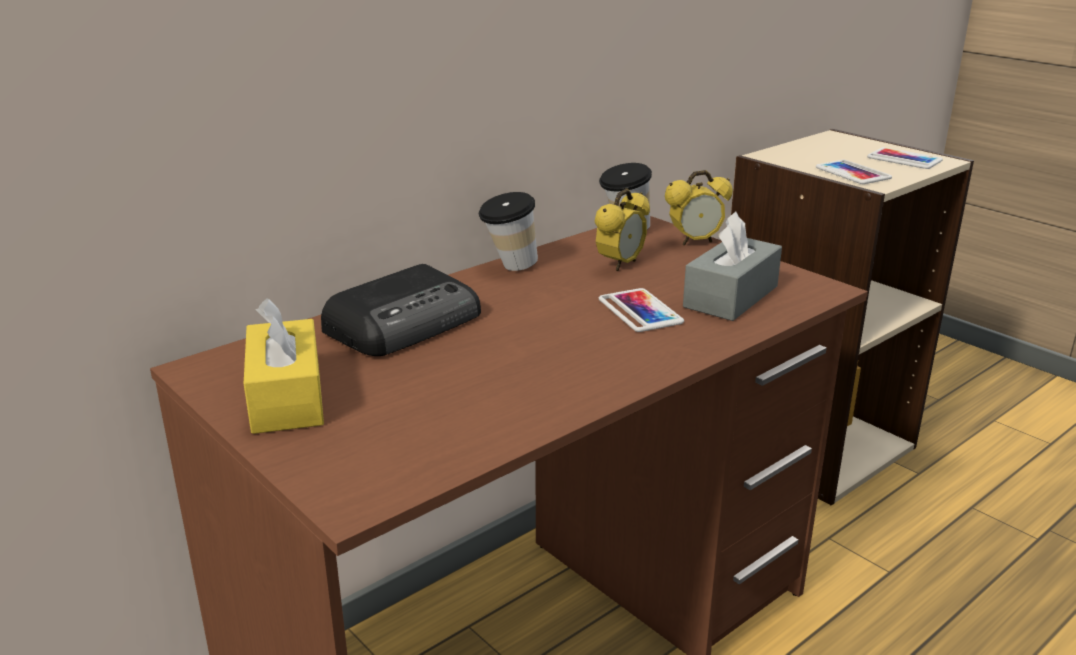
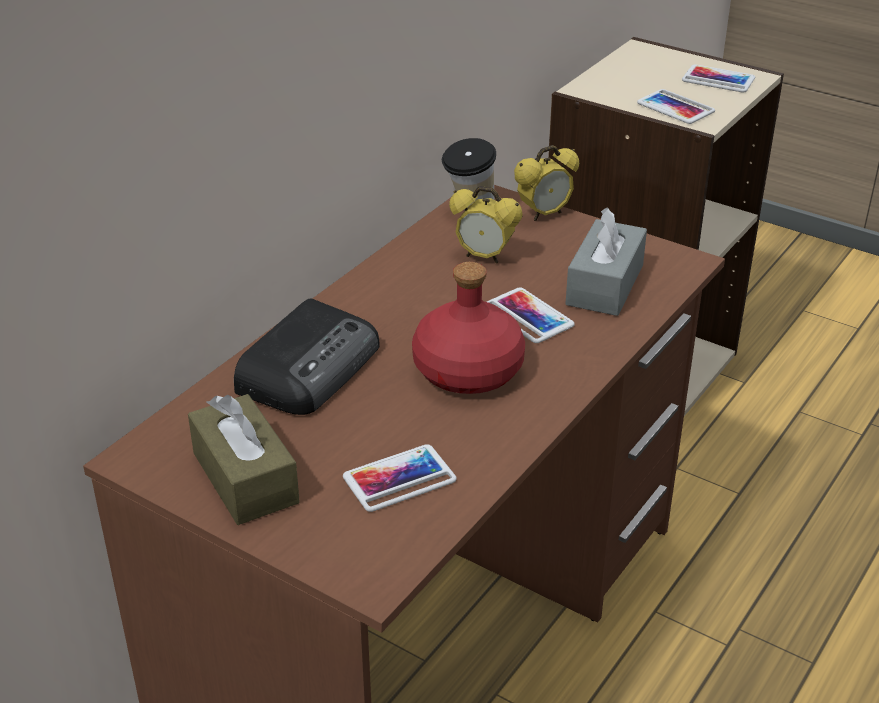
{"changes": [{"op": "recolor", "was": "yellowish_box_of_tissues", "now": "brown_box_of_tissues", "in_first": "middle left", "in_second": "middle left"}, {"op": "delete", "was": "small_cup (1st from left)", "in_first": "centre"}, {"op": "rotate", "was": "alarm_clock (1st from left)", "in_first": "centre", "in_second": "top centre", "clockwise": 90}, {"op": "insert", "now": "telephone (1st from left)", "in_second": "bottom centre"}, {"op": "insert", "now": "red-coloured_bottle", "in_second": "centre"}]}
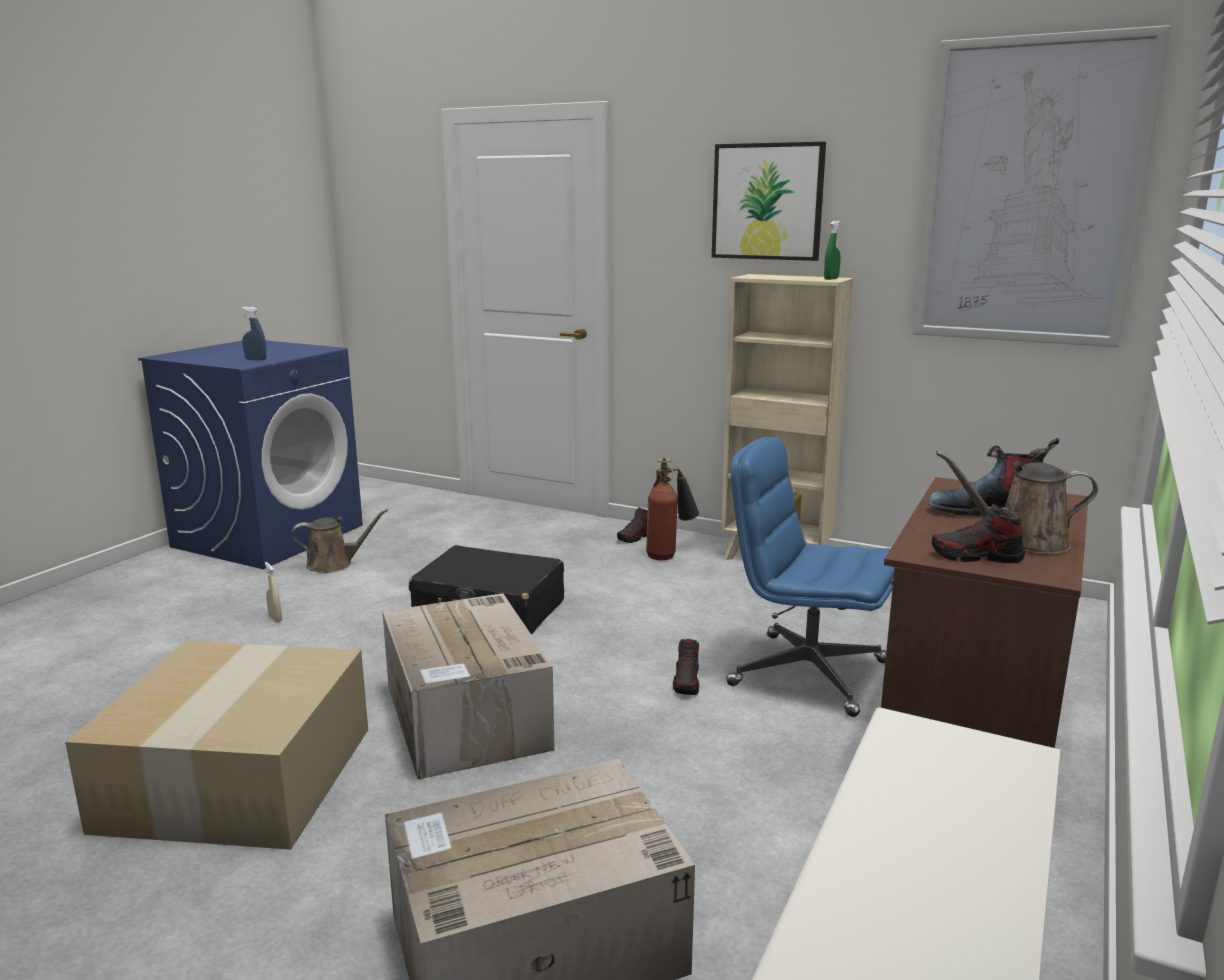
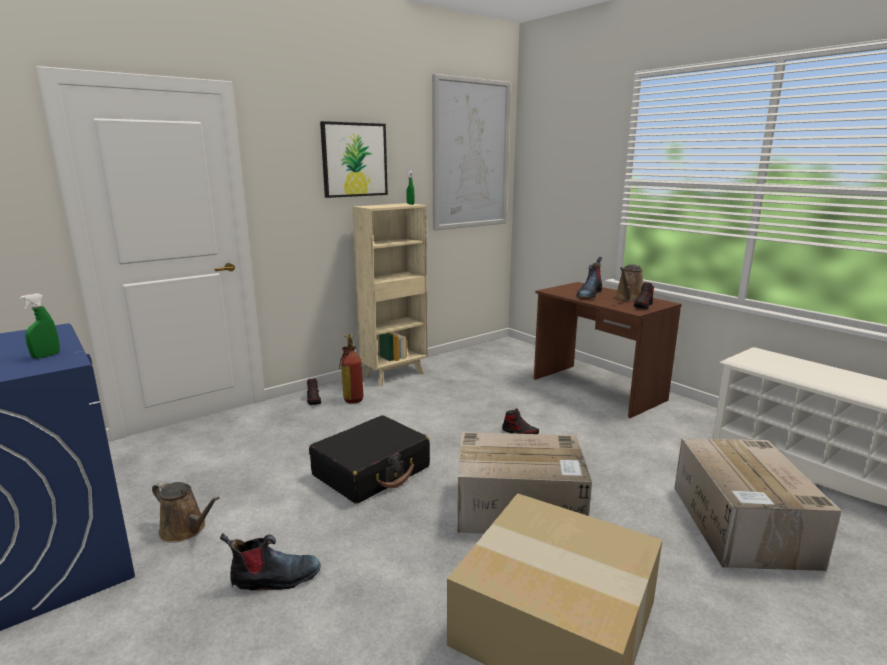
{"changes": [{"op": "recolor", "was": "blue_sprayer", "now": "green_sprayer (1st from left)", "in_first": "middle left", "in_second": "middle left"}, {"op": "replace", "was": "beige_sprayer", "now": "high-top_boot (1st from left)", "in_first": "middle left", "in_second": "bottom left"}, {"op": "rotate", "was": "brown_sprinkling_can (1st from left)", "in_first": "middle left", "in_second": "bottom left", "clockwise": 105}, {"op": "delete", "was": "blue_computer_chair", "in_first": "centre"}]}
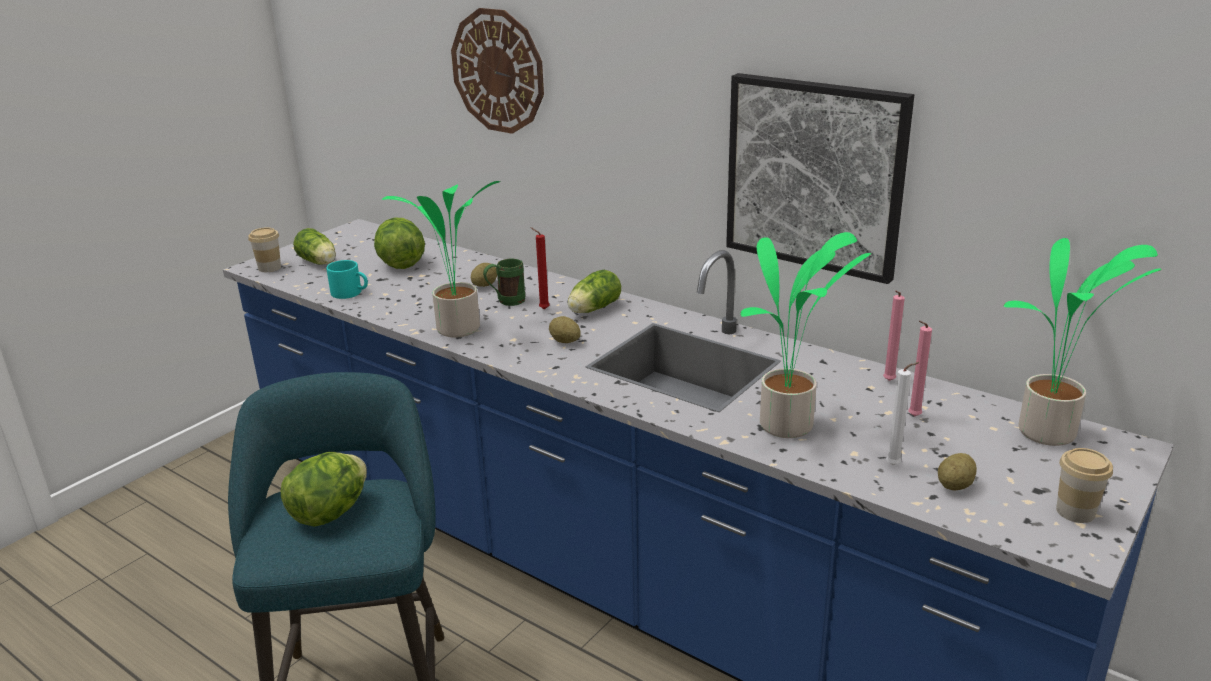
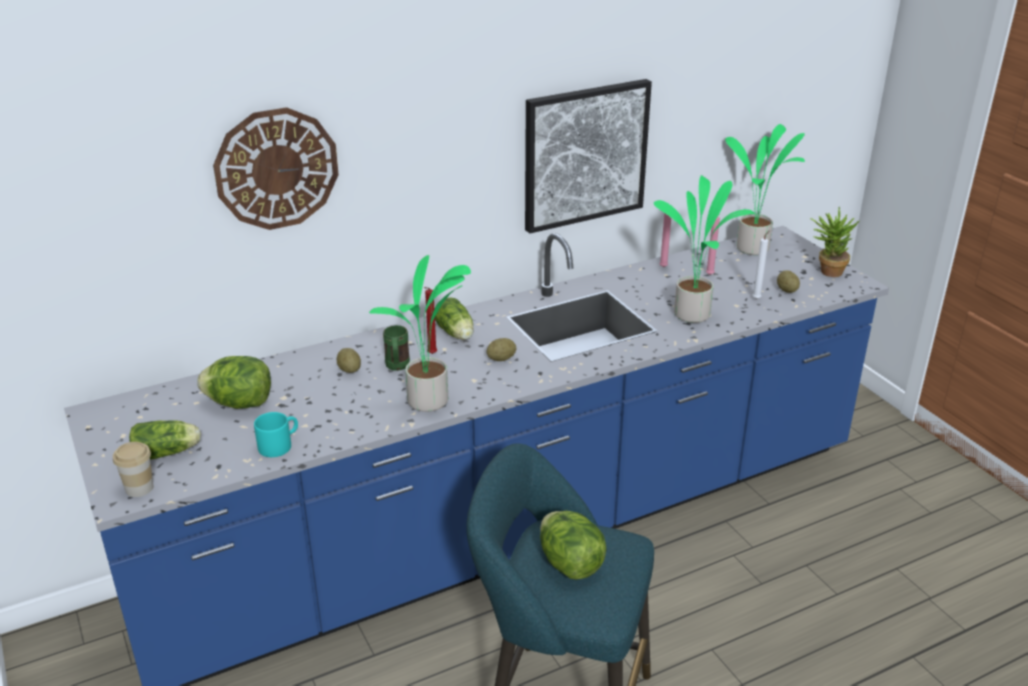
{"changes": [{"op": "replace", "was": "small_cup (2nd from left)", "now": "potted_plant (4th from left)", "in_first": "bottom right", "in_second": "middle right"}]}
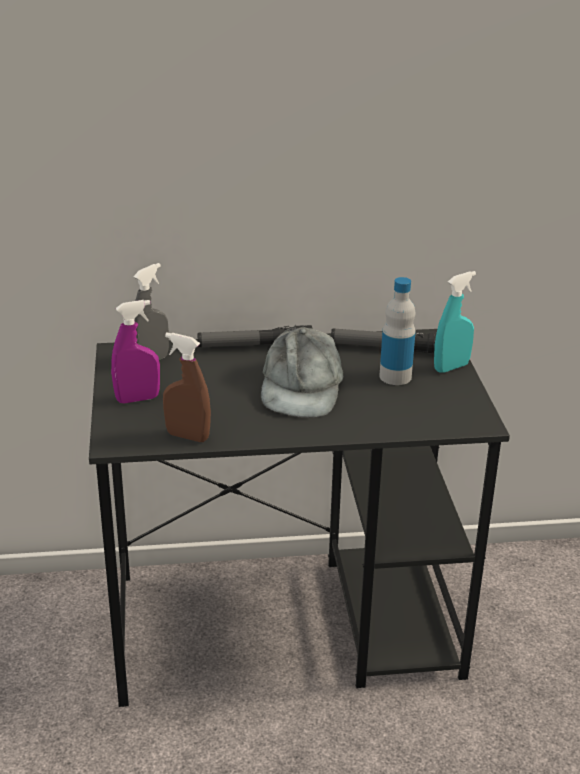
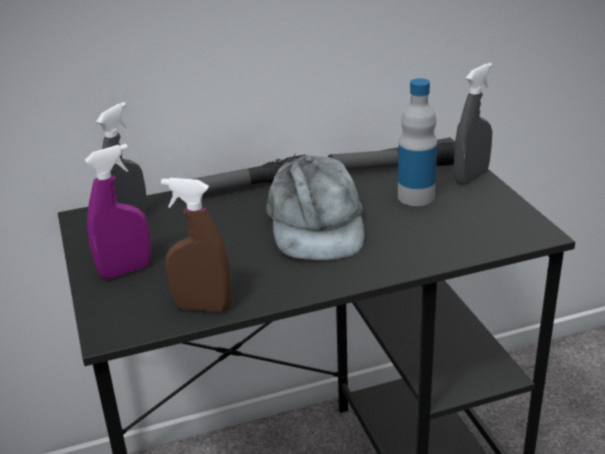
{"changes": [{"op": "recolor", "was": "turquoise-coloured_sprayer", "now": "grey_sprayer (2nd from left)", "in_first": "middle right", "in_second": "top right"}]}
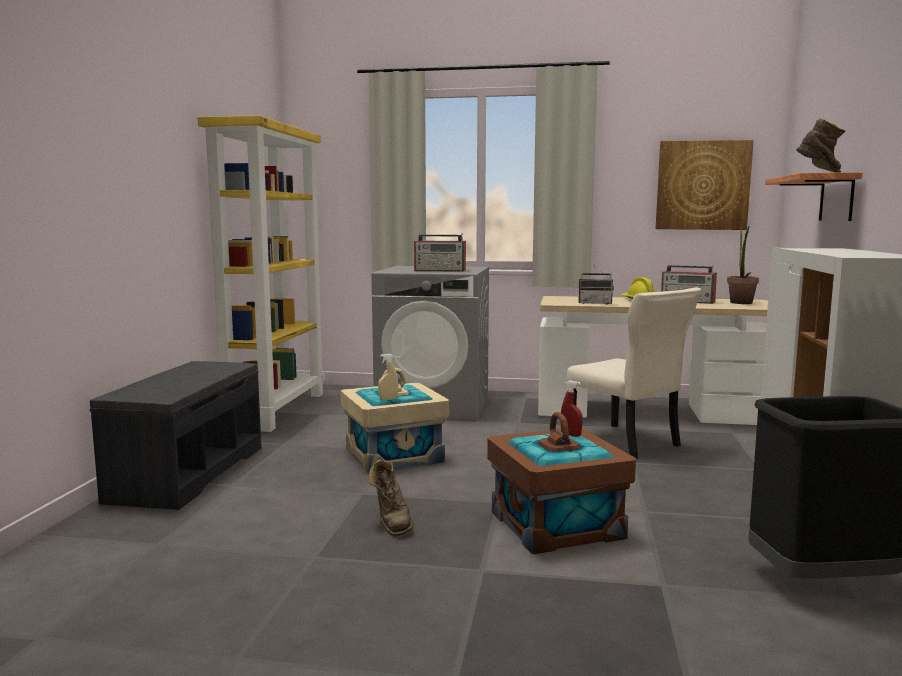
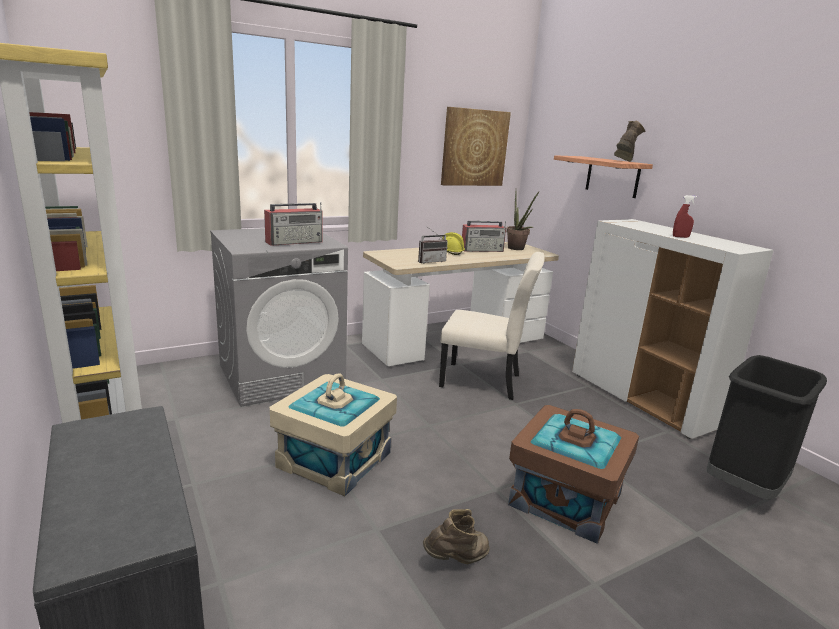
{"changes": [{"op": "rotate", "was": "brown_high-top_boot (1st from left)", "in_first": "bottom centre", "in_second": "bottom centre", "clockwise": -60}, {"op": "delete", "was": "beige_sprayer", "in_first": "centre"}, {"op": "move", "was": "red-coloured_sprayer", "in_first": "centre", "in_second": "middle right"}]}
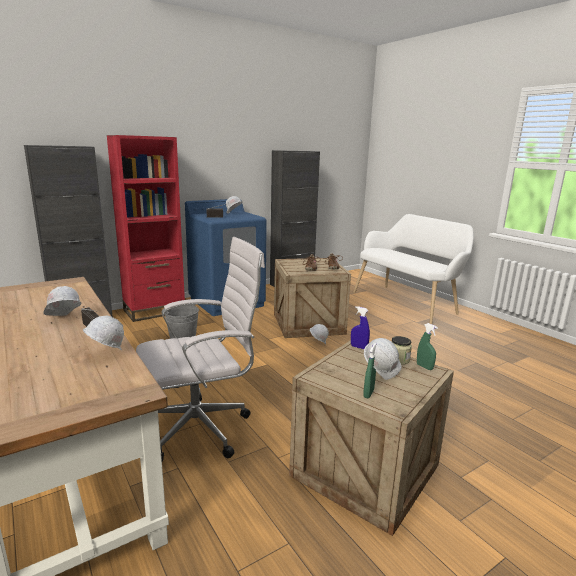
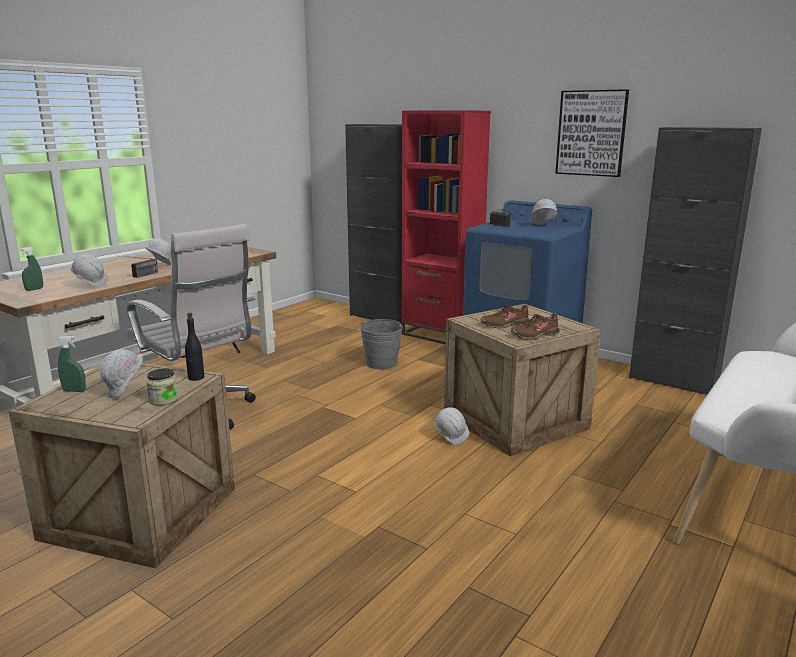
{"changes": [{"op": "replace", "was": "blue_sprayer", "now": "black_bottle", "in_first": "centre", "in_second": "middle left"}, {"op": "move", "was": "green_sprayer (2nd from left in the first image)", "now": "green_sprayer (1st from left)", "in_first": "middle right", "in_second": "middle left"}, {"op": "insert", "now": "picture", "in_second": "top right"}]}
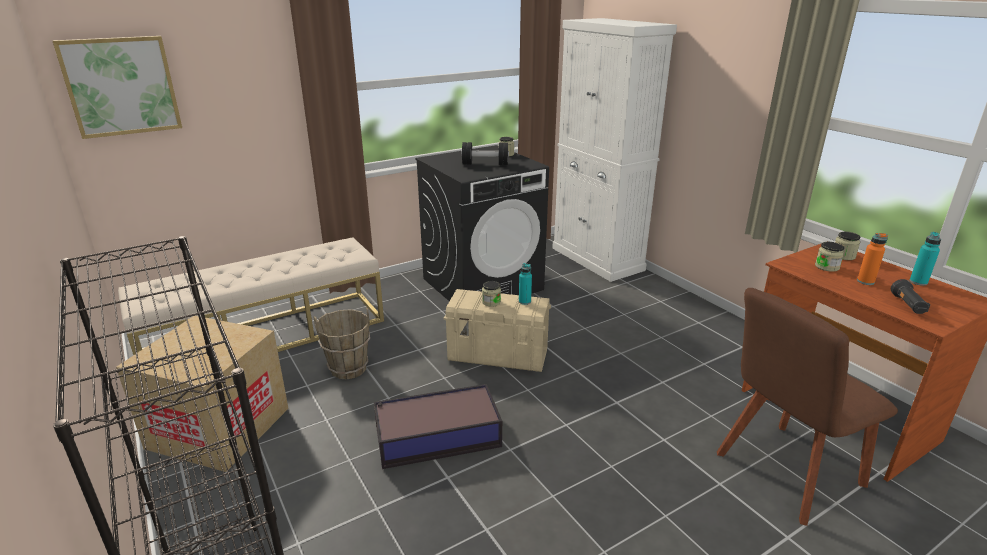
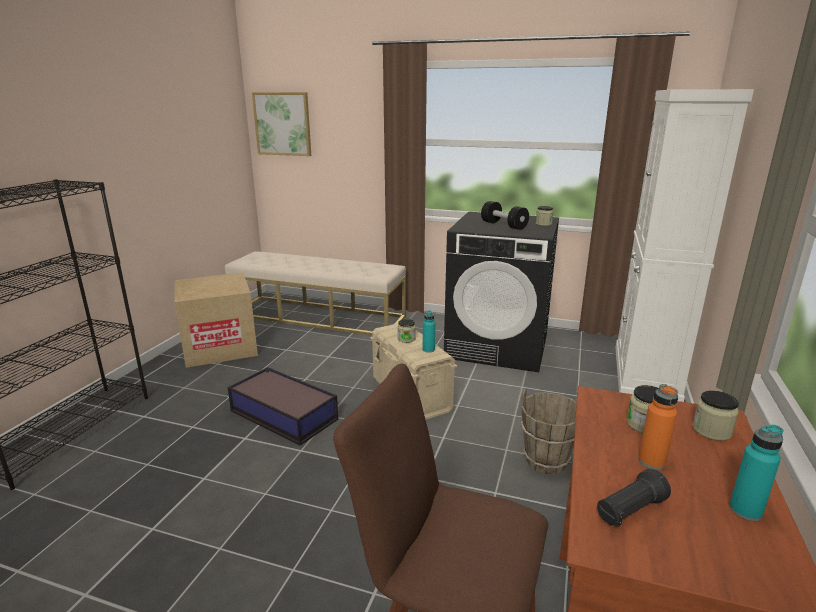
{"changes": [{"op": "move", "was": "brown_pail", "in_first": "centre", "in_second": "bottom right"}]}
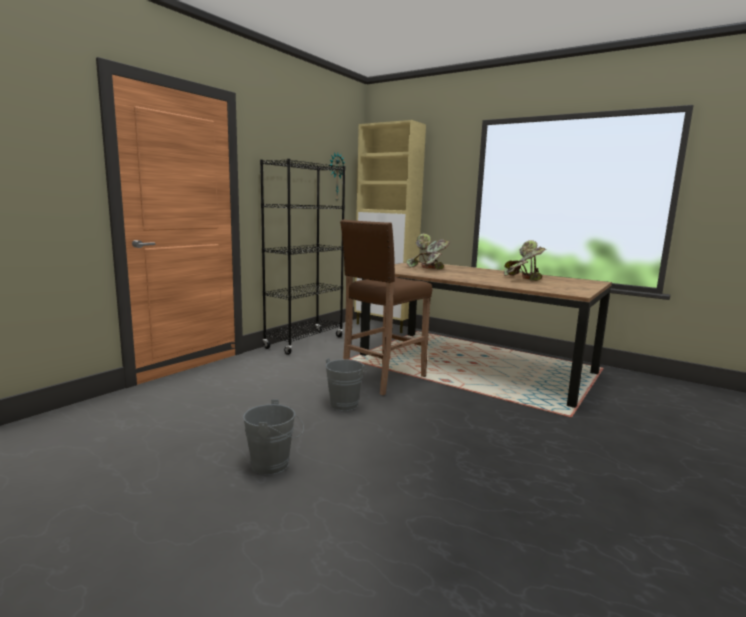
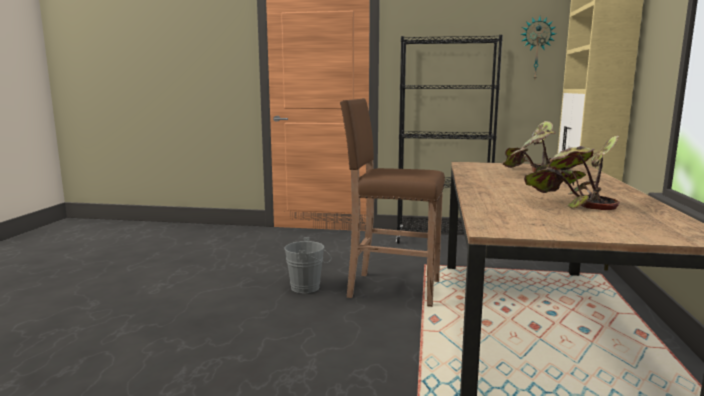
{"changes": [{"op": "delete", "was": "grey_pail (1st from left)", "in_first": "bottom centre"}]}
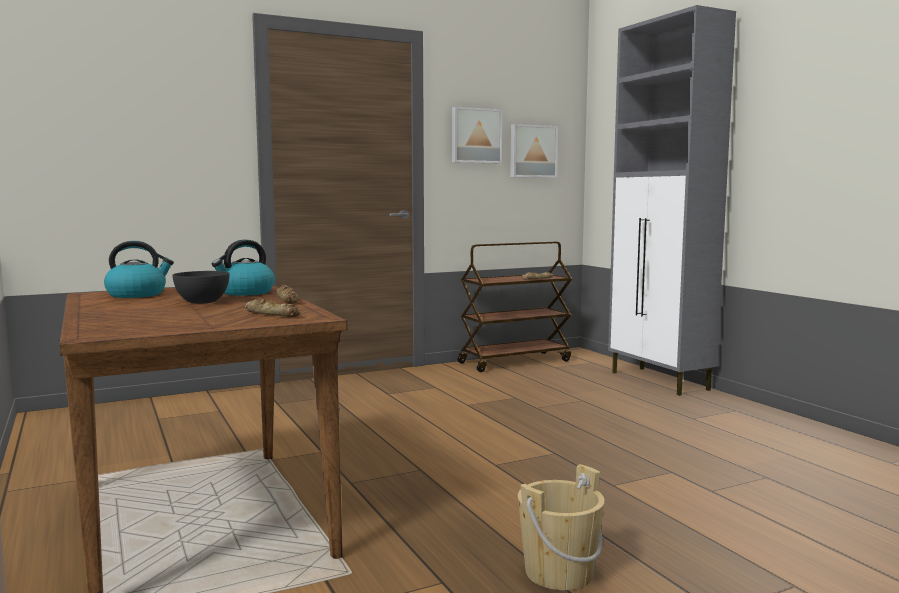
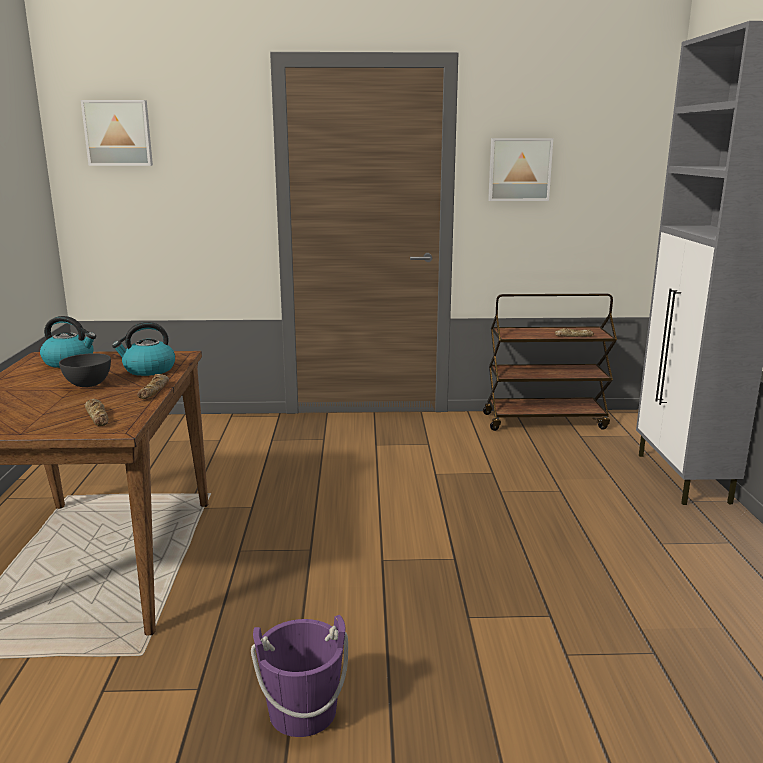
{"changes": [{"op": "move", "was": "picture (2nd from left in the first image)", "now": "picture (1st from left)", "in_first": "top centre", "in_second": "top left"}, {"op": "recolor", "was": "beige_pail", "now": "purplish_pail", "in_first": "bottom centre", "in_second": "bottom centre"}]}
